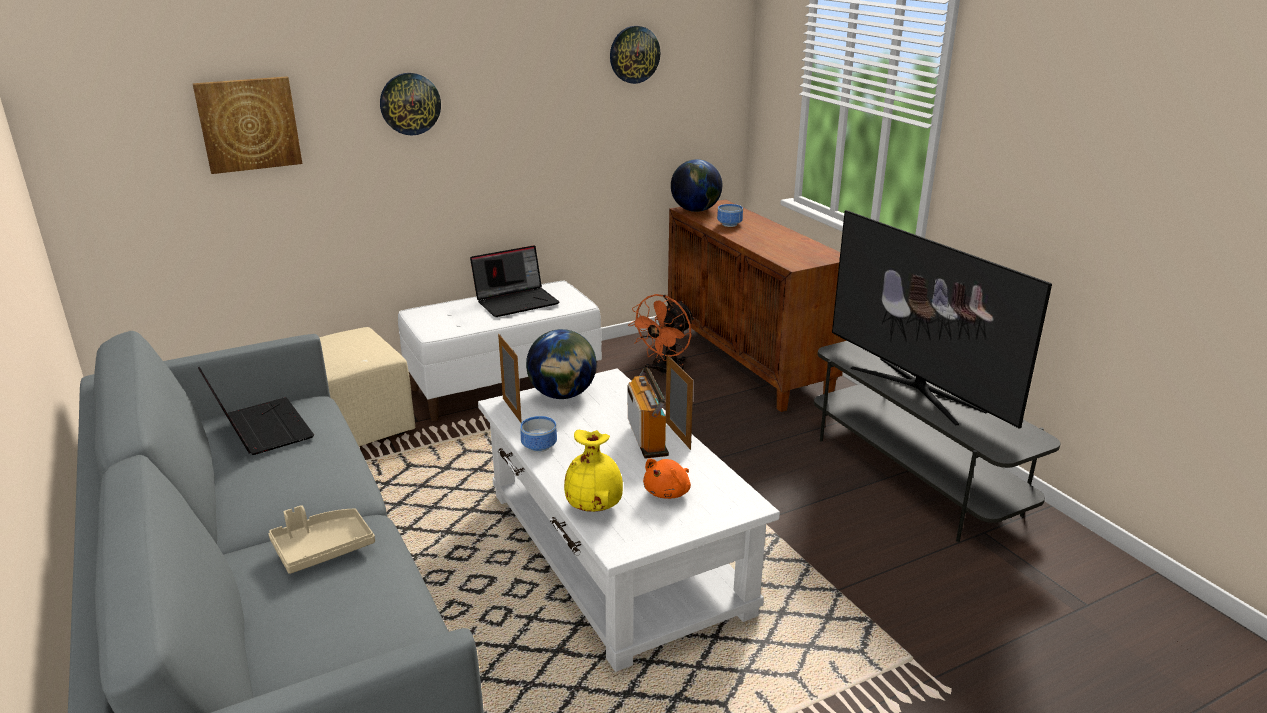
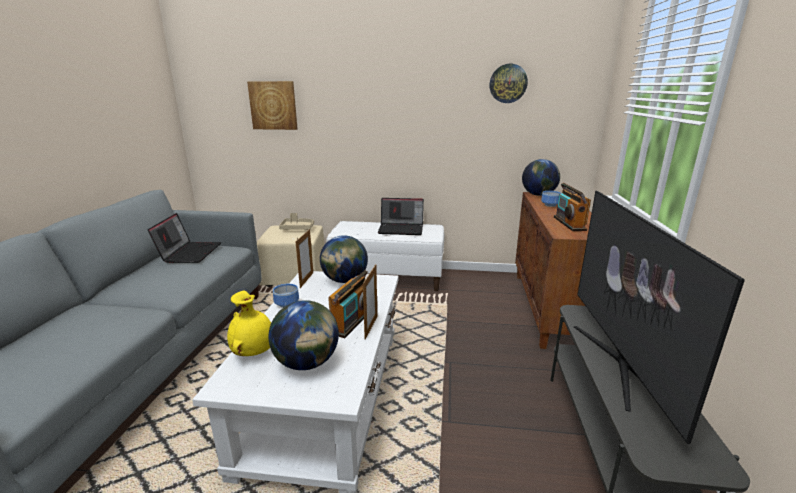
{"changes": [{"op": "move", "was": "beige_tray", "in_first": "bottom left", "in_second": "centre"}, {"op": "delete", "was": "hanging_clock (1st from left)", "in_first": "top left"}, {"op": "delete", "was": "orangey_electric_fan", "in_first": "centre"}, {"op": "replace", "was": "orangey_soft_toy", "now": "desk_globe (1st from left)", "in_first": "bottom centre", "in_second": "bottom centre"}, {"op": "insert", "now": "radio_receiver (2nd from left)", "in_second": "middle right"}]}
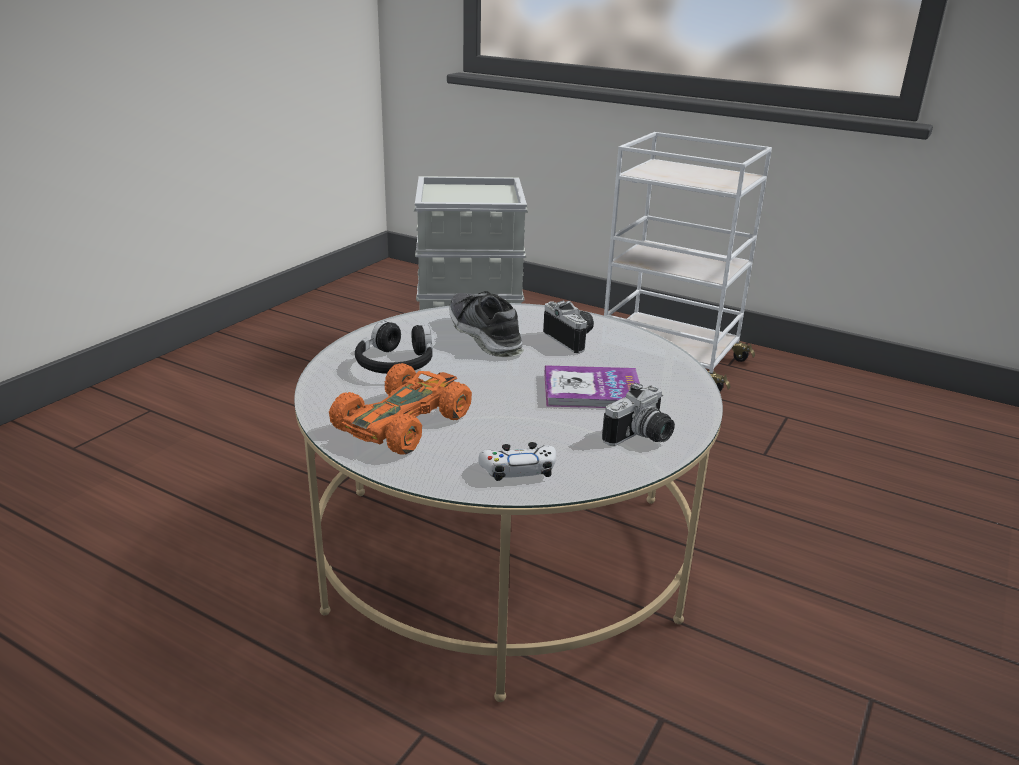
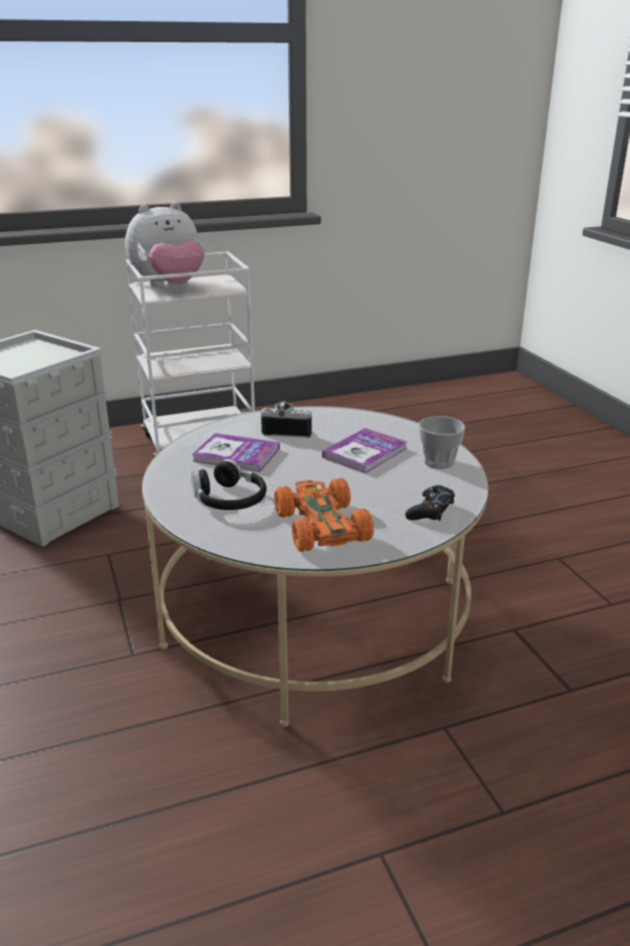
{"changes": [{"op": "replace", "was": "shoe", "now": "book (1st from left)", "in_first": "centre", "in_second": "centre"}, {"op": "recolor", "was": "whitish_gamepad", "now": "black_gamepad", "in_first": "centre", "in_second": "middle right"}, {"op": "replace", "was": "still_camera (2nd from left)", "now": "small_cup", "in_first": "centre", "in_second": "middle right"}, {"op": "insert", "now": "soft_toy", "in_second": "top left"}]}
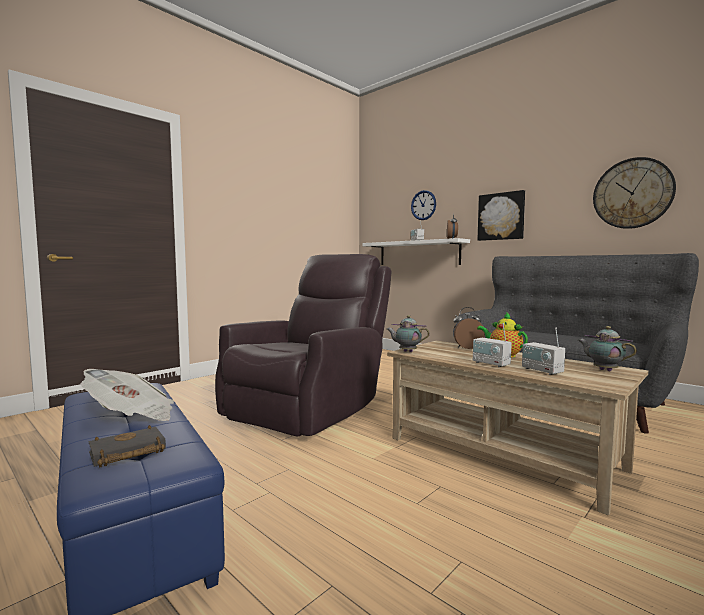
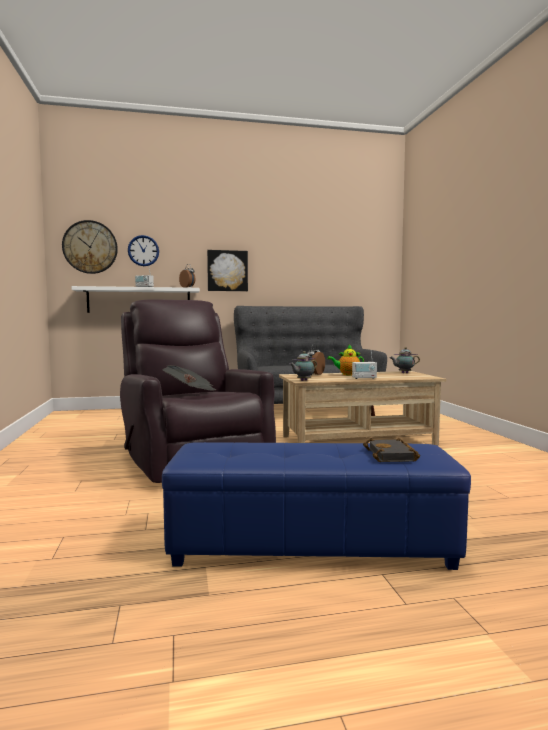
{"changes": [{"op": "move", "was": "newspaper", "in_first": "middle left", "in_second": "centre"}, {"op": "delete", "was": "radio_receiver (3rd from left)", "in_first": "middle right"}, {"op": "move", "was": "hanging_clock (2nd from left in the first image)", "now": "hanging_clock (1st from left)", "in_first": "top right", "in_second": "middle left"}]}
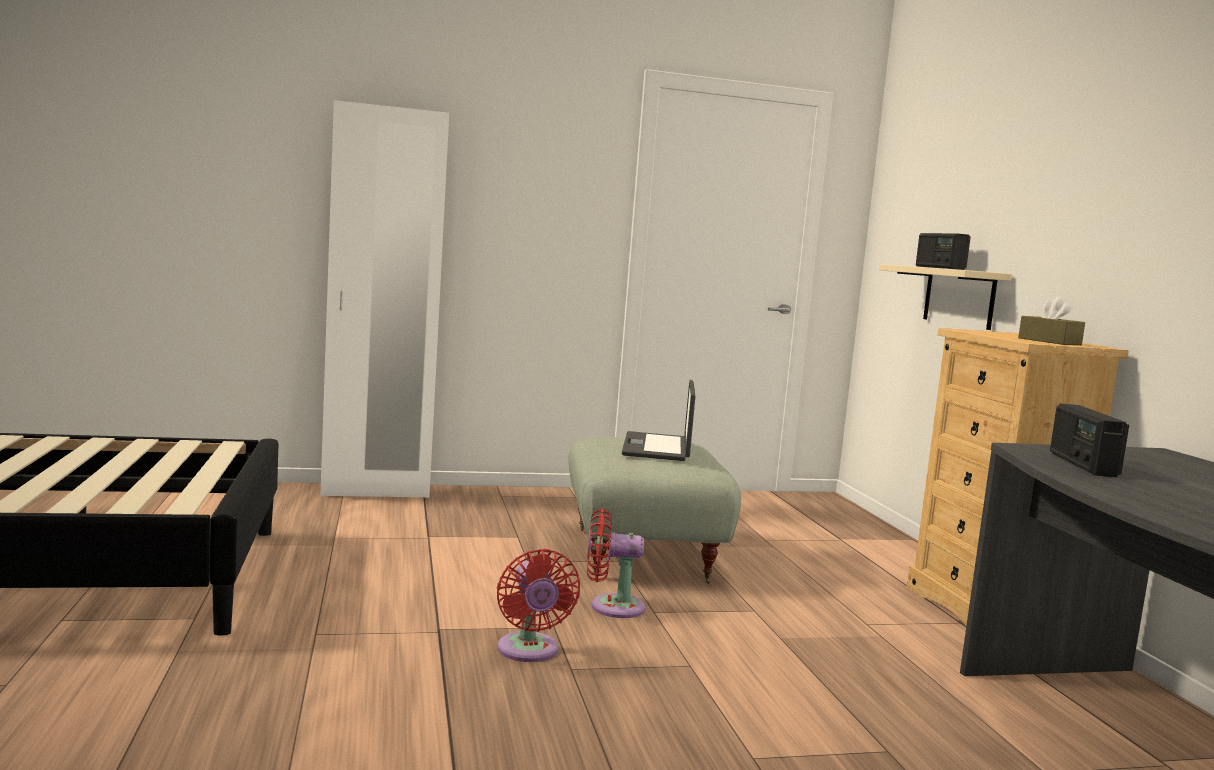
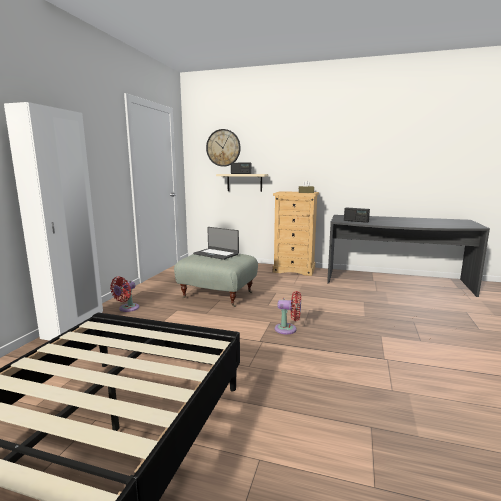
{"changes": [{"op": "move", "was": "red-coloured_electric_fan (2nd from left in the first image)", "now": "red-coloured_electric_fan (1st from left)", "in_first": "bottom centre", "in_second": "middle left"}, {"op": "insert", "now": "hanging_clock", "in_second": "top centre"}]}
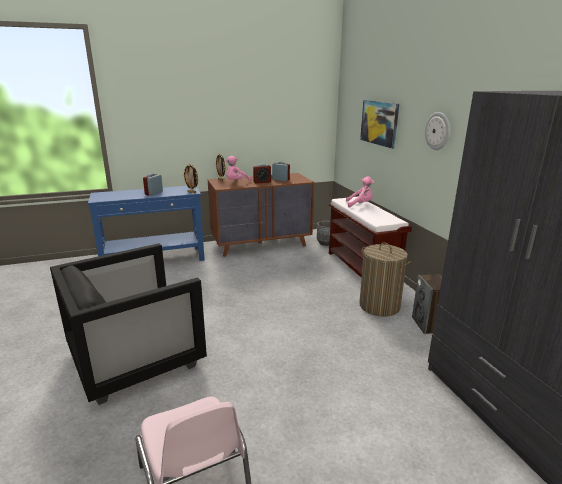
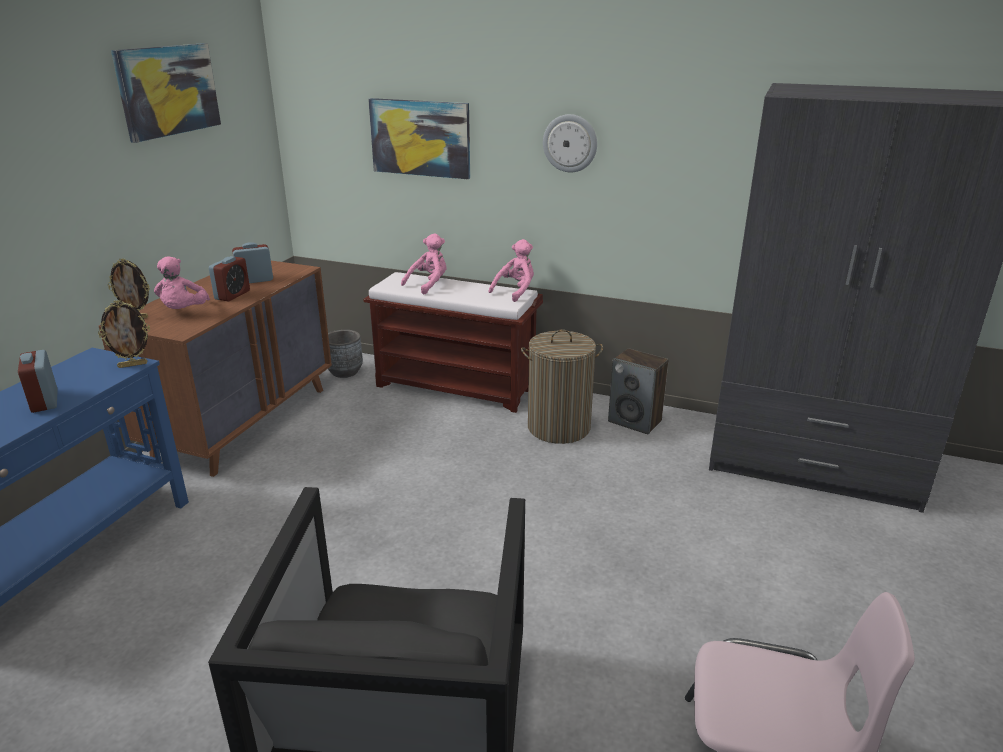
{"changes": [{"op": "insert", "now": "picture (1st from left)", "in_second": "top left"}, {"op": "insert", "now": "pink_soft_toy (3rd from left)", "in_second": "centre"}]}
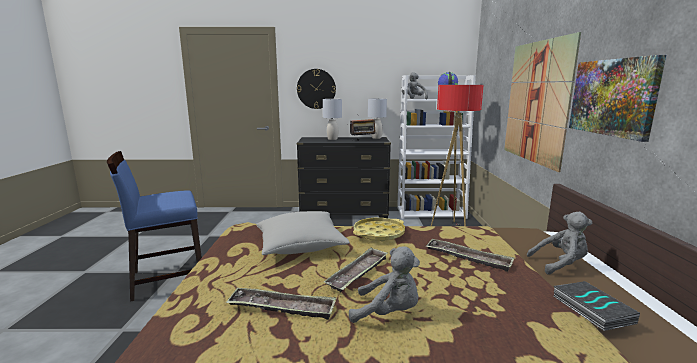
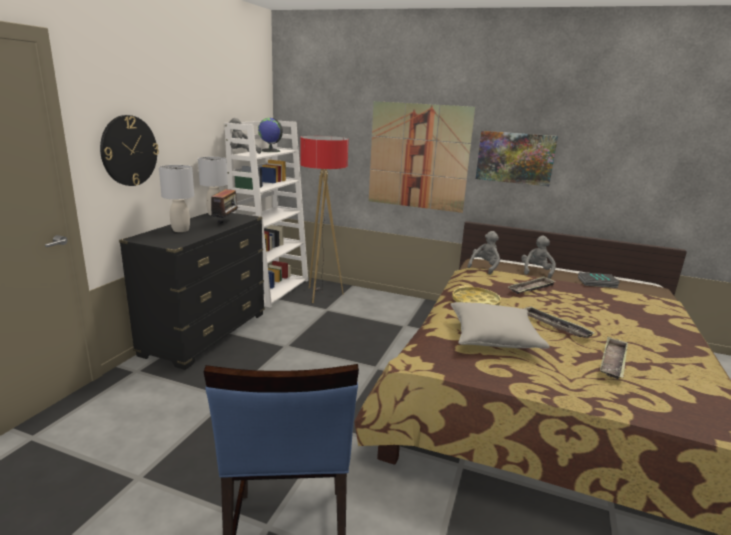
{"changes": [{"op": "move", "was": "grey_soft_toy (1st from left in the first image)", "now": "grey_soft_toy (2nd from left)", "in_first": "bottom centre", "in_second": "centre"}]}
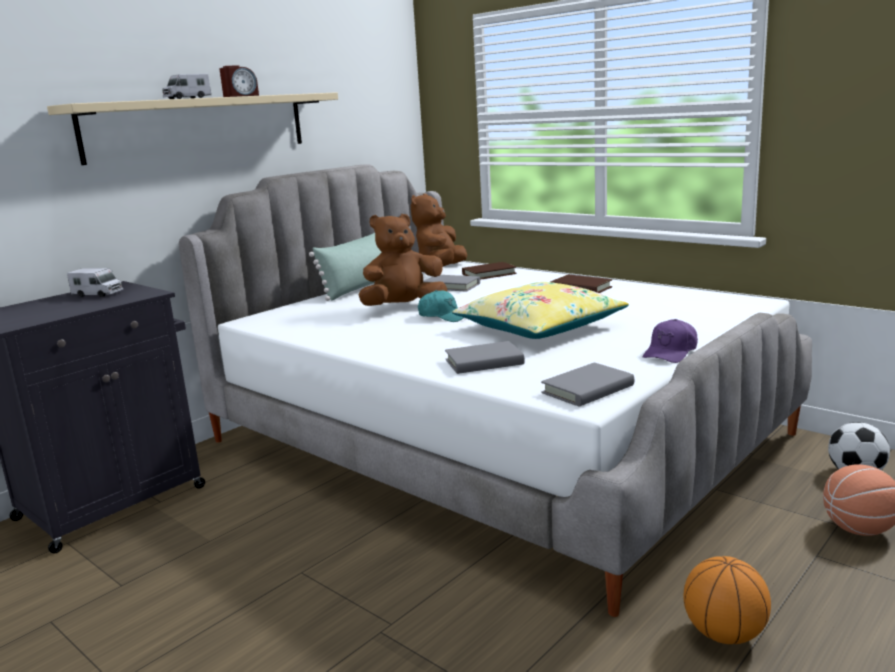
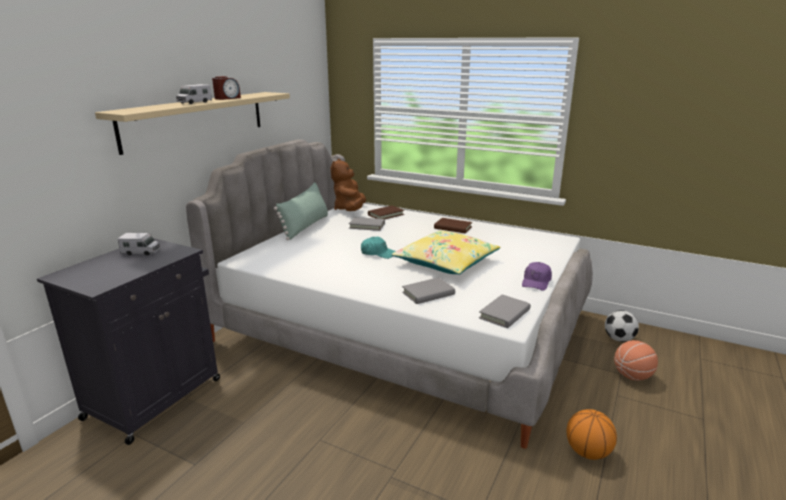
{"changes": [{"op": "delete", "was": "brown_soft_toy (1st from left)", "in_first": "centre"}]}
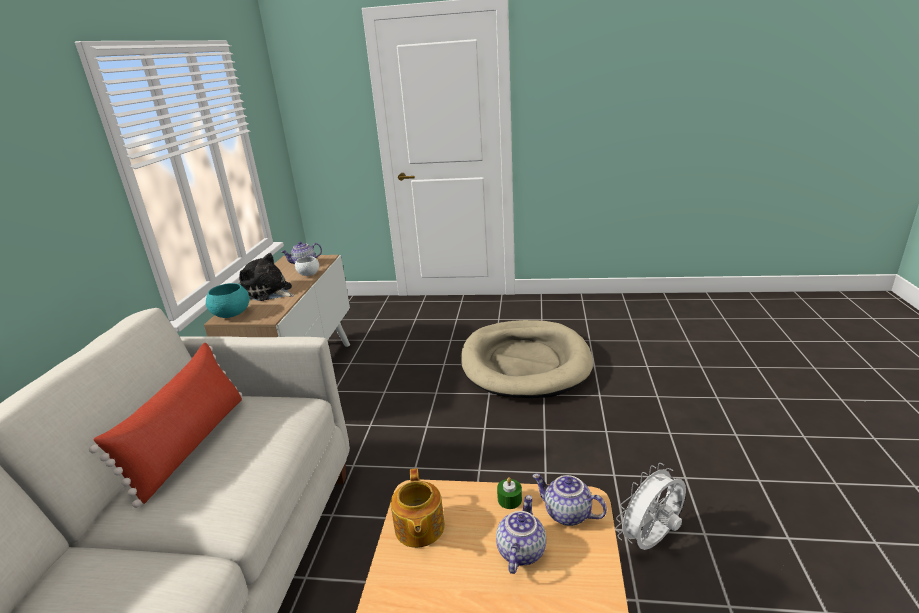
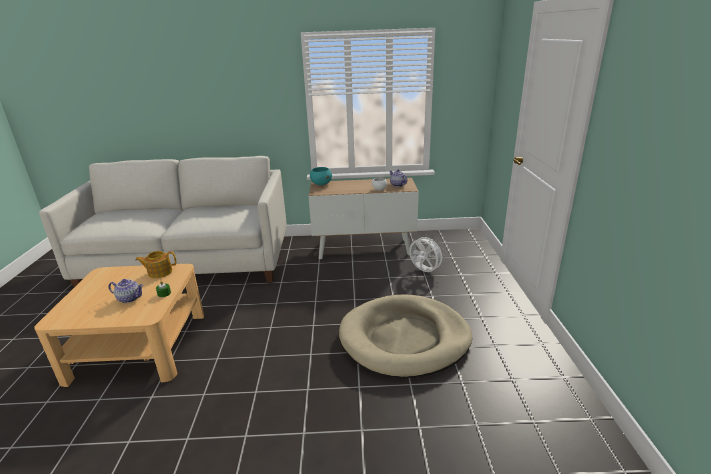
{"changes": [{"op": "delete", "was": "red-coloured_pillow", "in_first": "bottom left"}, {"op": "delete", "was": "soft_toy", "in_first": "middle left"}, {"op": "delete", "was": "tea_pot (4th from left)", "in_first": "bottom centre"}, {"op": "move", "was": "whitish_electric_fan", "in_first": "bottom right", "in_second": "centre"}]}
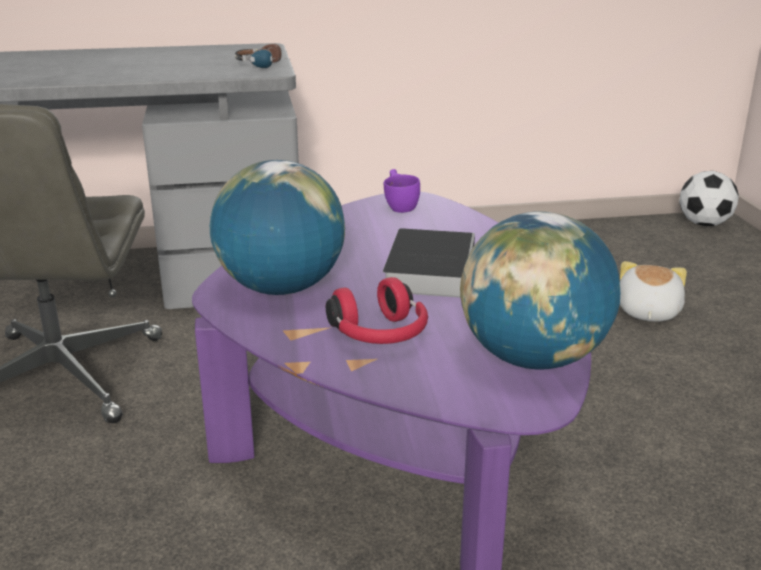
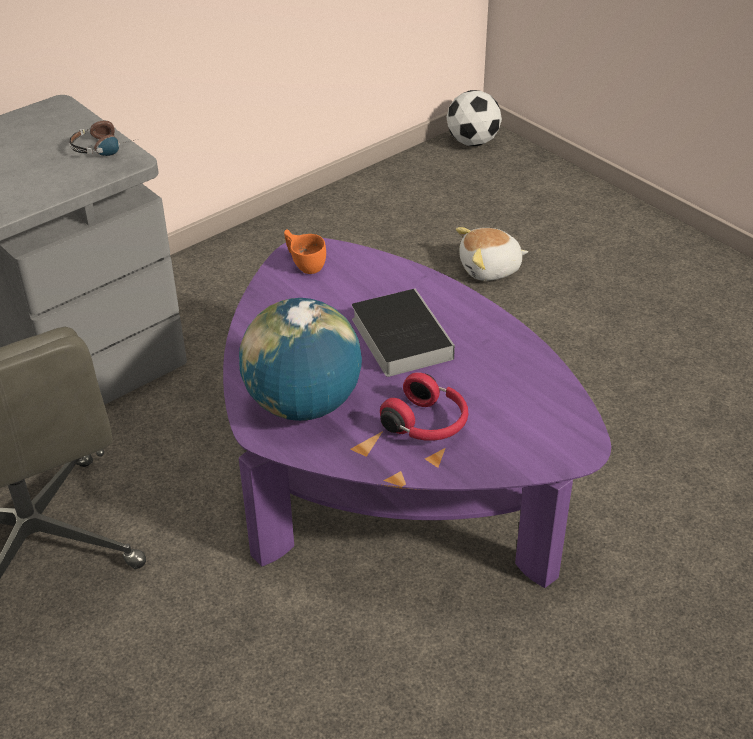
{"changes": [{"op": "recolor", "was": "purplish_small_cup", "now": "orangey_small_cup", "in_first": "centre", "in_second": "centre"}, {"op": "delete", "was": "desk_globe (2nd from left)", "in_first": "middle right"}, {"op": "rotate", "was": "soft_toy", "in_first": "middle right", "in_second": "centre", "clockwise": -90}]}
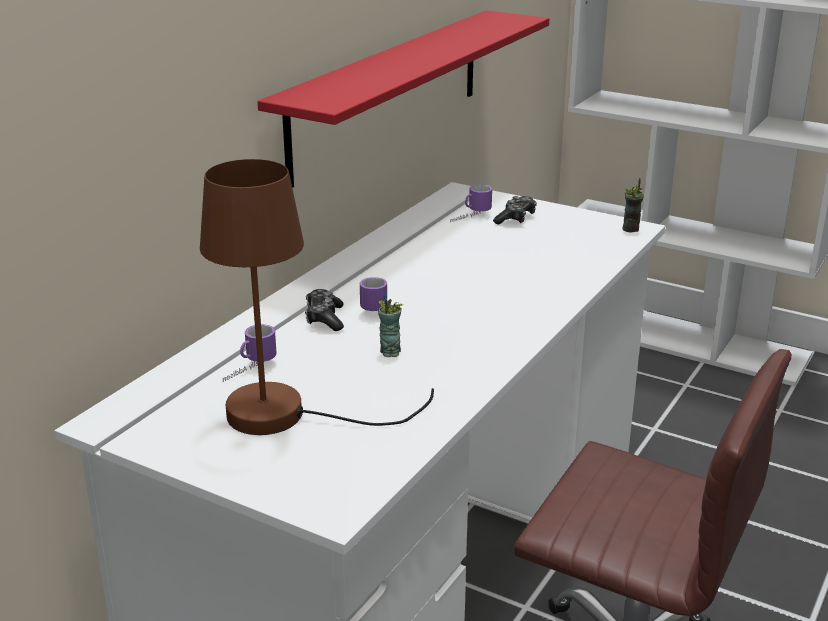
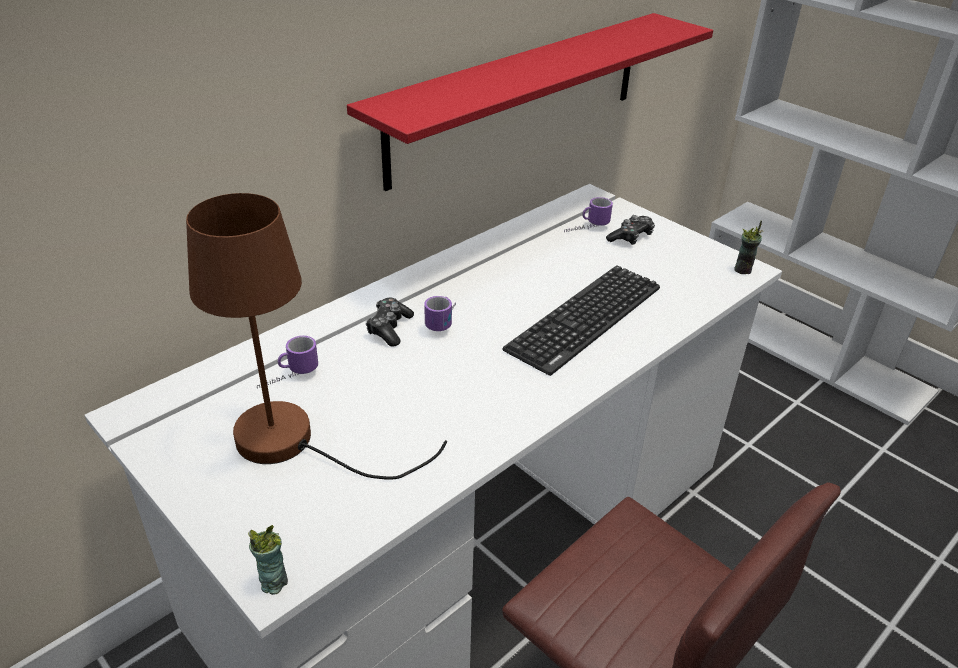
{"changes": [{"op": "move", "was": "small_cup (1st from left)", "in_first": "centre", "in_second": "bottom left"}, {"op": "insert", "now": "computer_keyboard", "in_second": "centre"}]}
